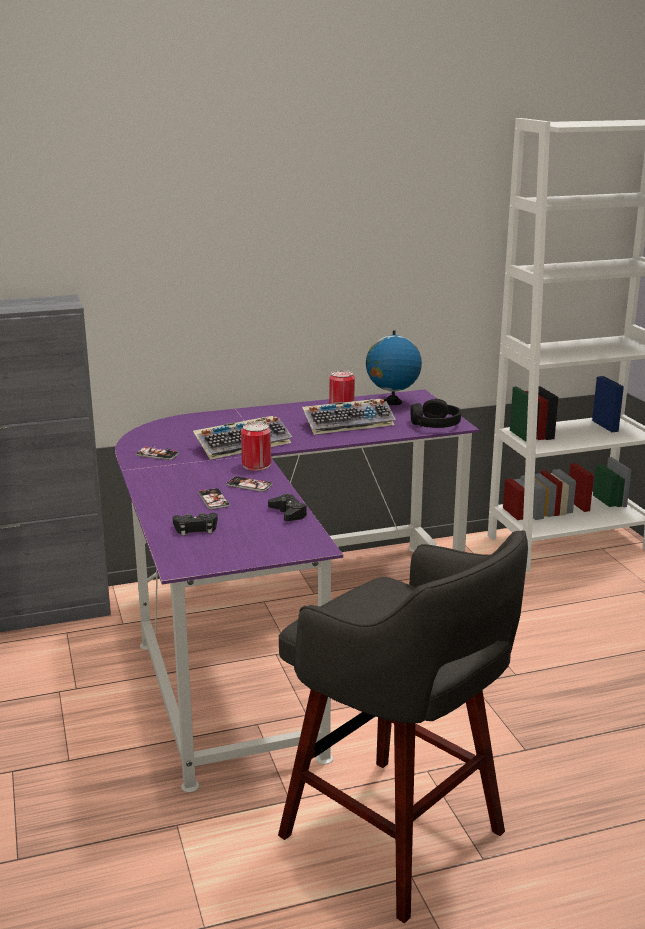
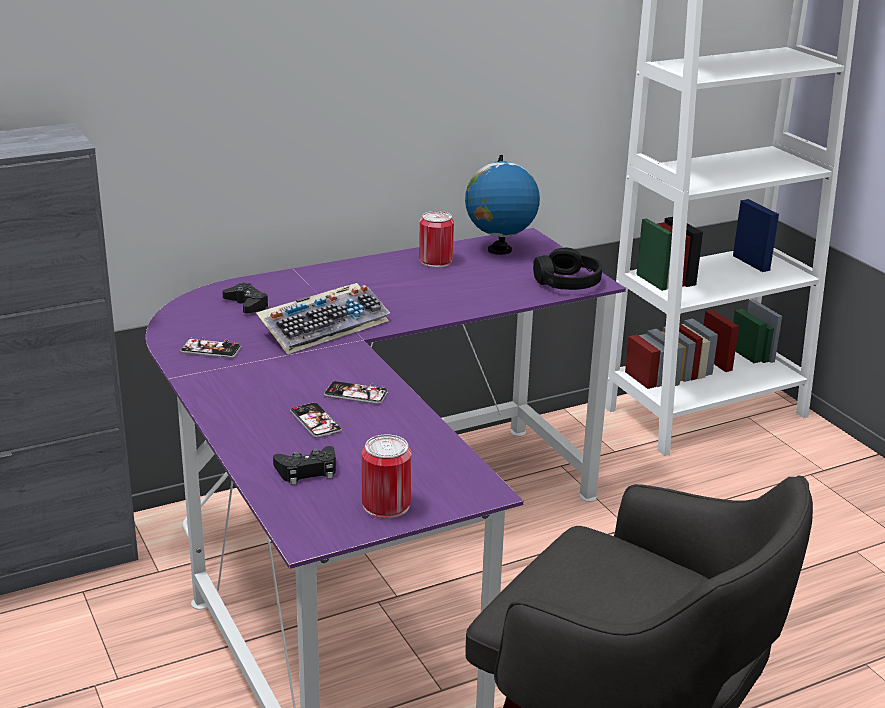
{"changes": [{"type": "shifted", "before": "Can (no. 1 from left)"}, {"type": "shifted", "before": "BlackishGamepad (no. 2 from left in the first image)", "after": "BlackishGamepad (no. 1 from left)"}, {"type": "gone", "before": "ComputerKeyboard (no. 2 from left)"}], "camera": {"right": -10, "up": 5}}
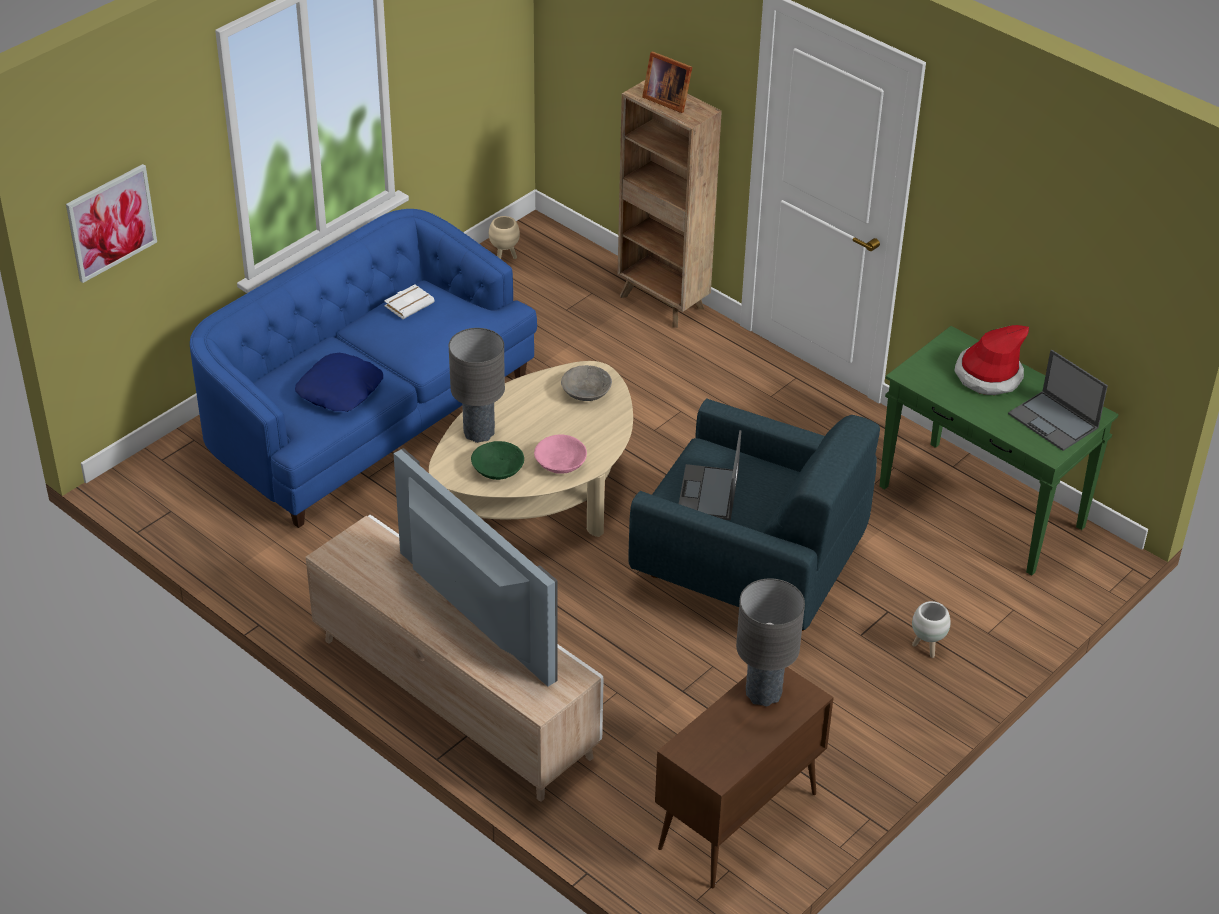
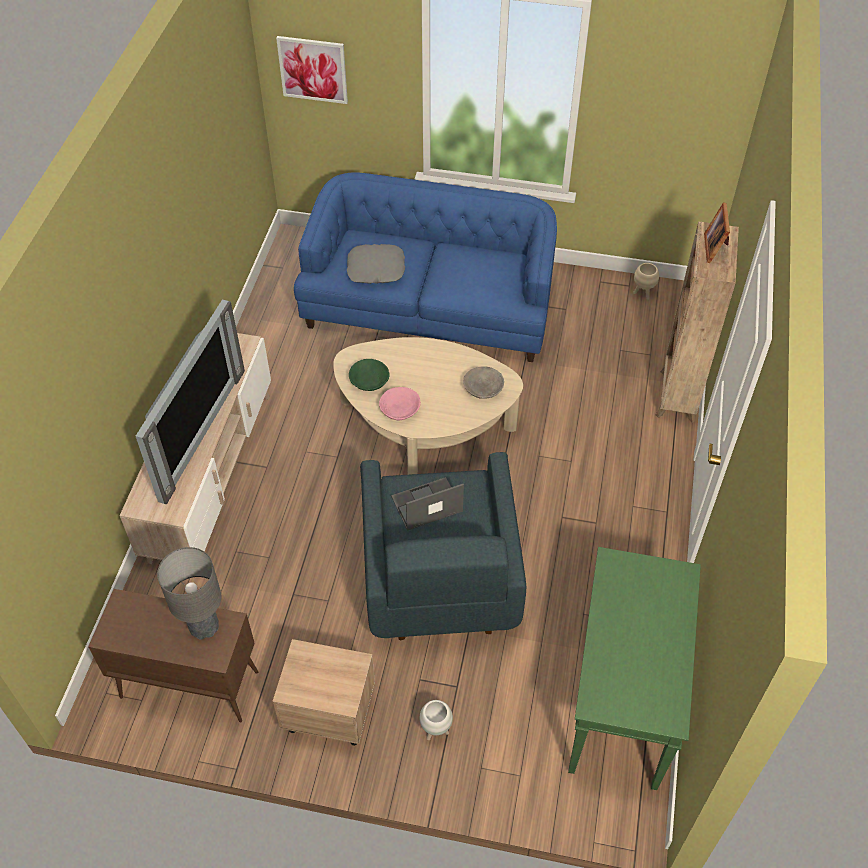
{"changes": [{"type": "repainted", "before": "BlueColouredPillow", "after": "GreyPillow"}, {"type": "gone", "before": "WhiteColouredBoundBook"}, {"type": "gone", "before": "GreyTabletopLamp (no. 1 from left)"}, {"type": "gone", "before": "ClothingHat"}, {"type": "gone", "before": "NotebookComputer (no. 2 from left)"}, {"type": "new", "after": "BeigeColouredNightstand"}], "camera": {"right": 60, "up": 10}}
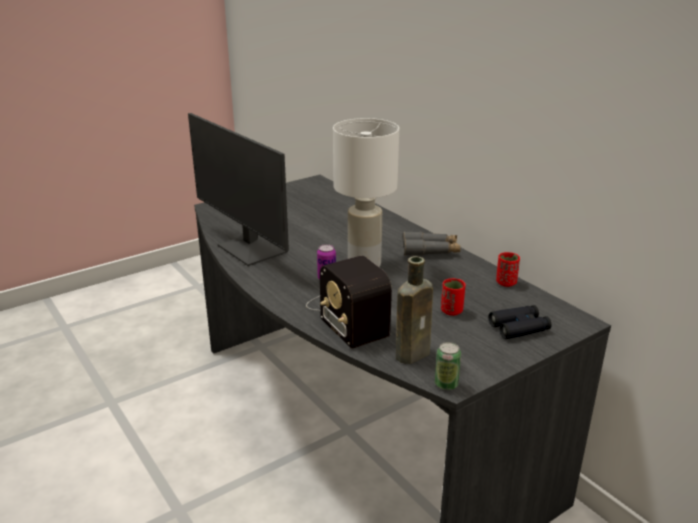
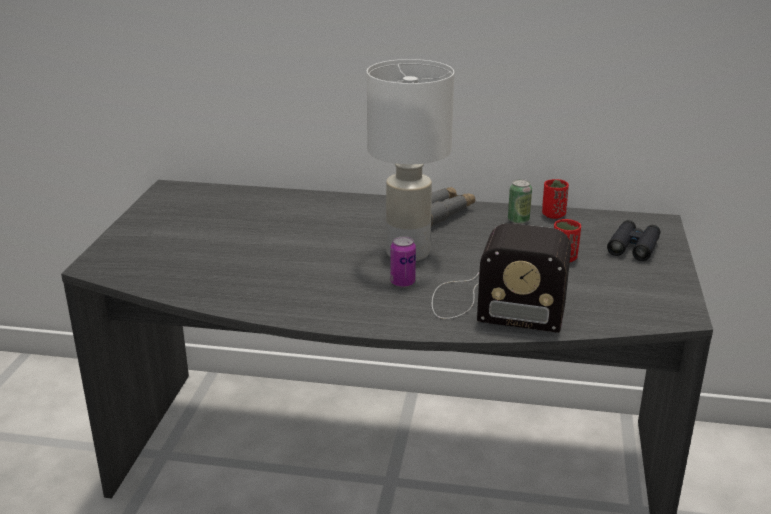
{"changes": [{"type": "gone", "before": "Monitor"}, {"type": "gone", "before": "BrownDrinkBottle"}, {"type": "shifted", "before": "Can (no. 2 from left)"}], "camera": {"right": -45, "up": 0}}
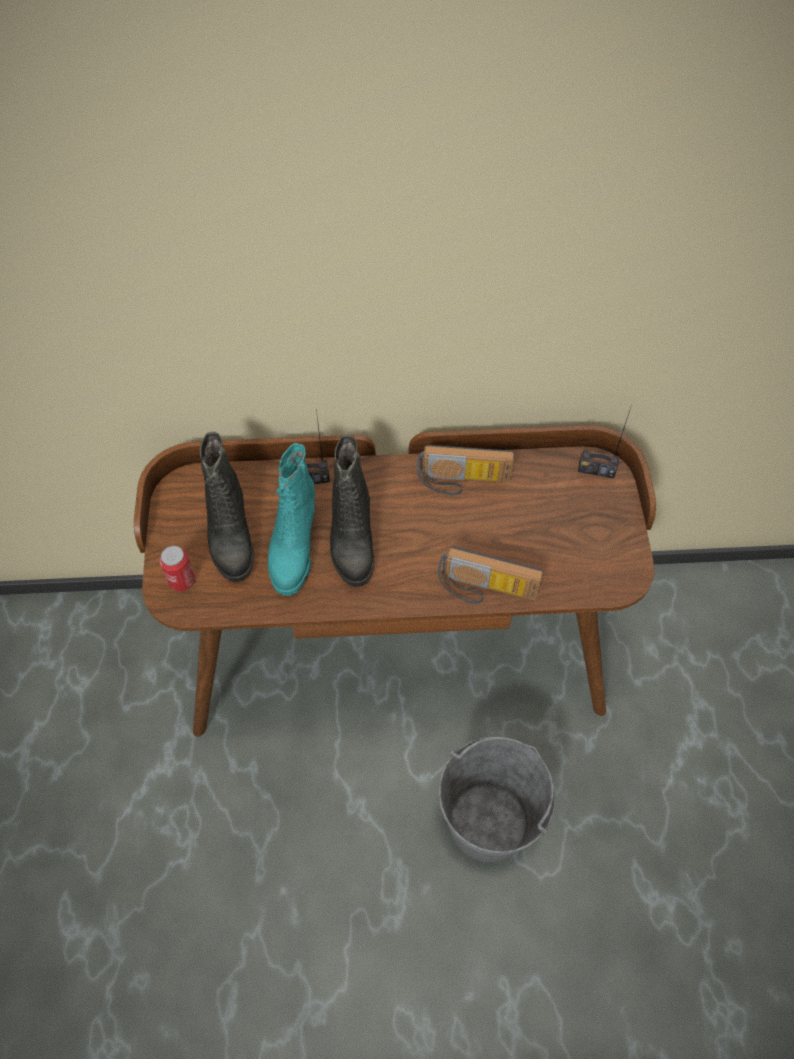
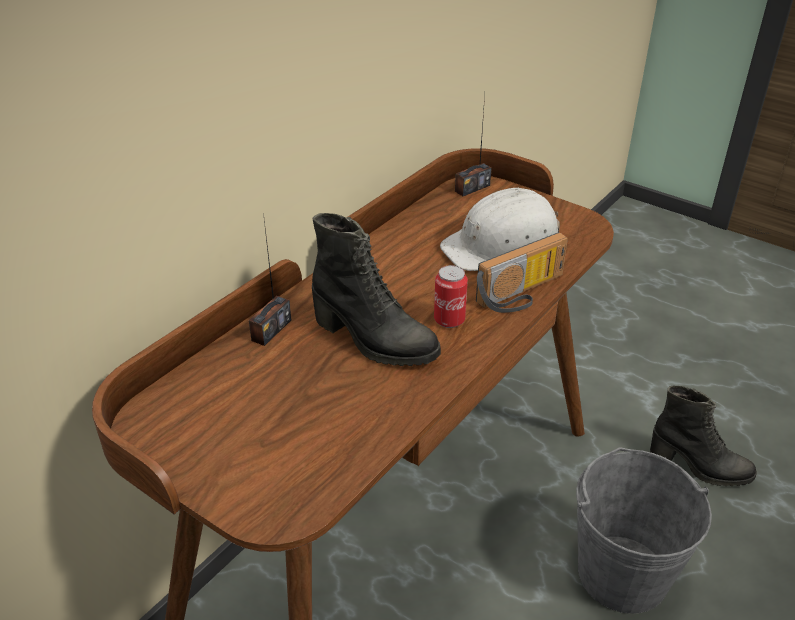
{"changes": [{"type": "shifted", "before": "Can"}, {"type": "shifted", "before": "BlackishHighTopBoot (no. 1 from left in the first image)", "after": "BlackishHighTopBoot (no. 2 from left)"}, {"type": "gone", "before": "TurquoiseColouredHighTopBoot"}, {"type": "gone", "before": "RadioSet (no. 2 from left)"}, {"type": "new", "after": "WhiteColouredWorkHelmet"}], "camera": {"right": -50, "up": -20}}
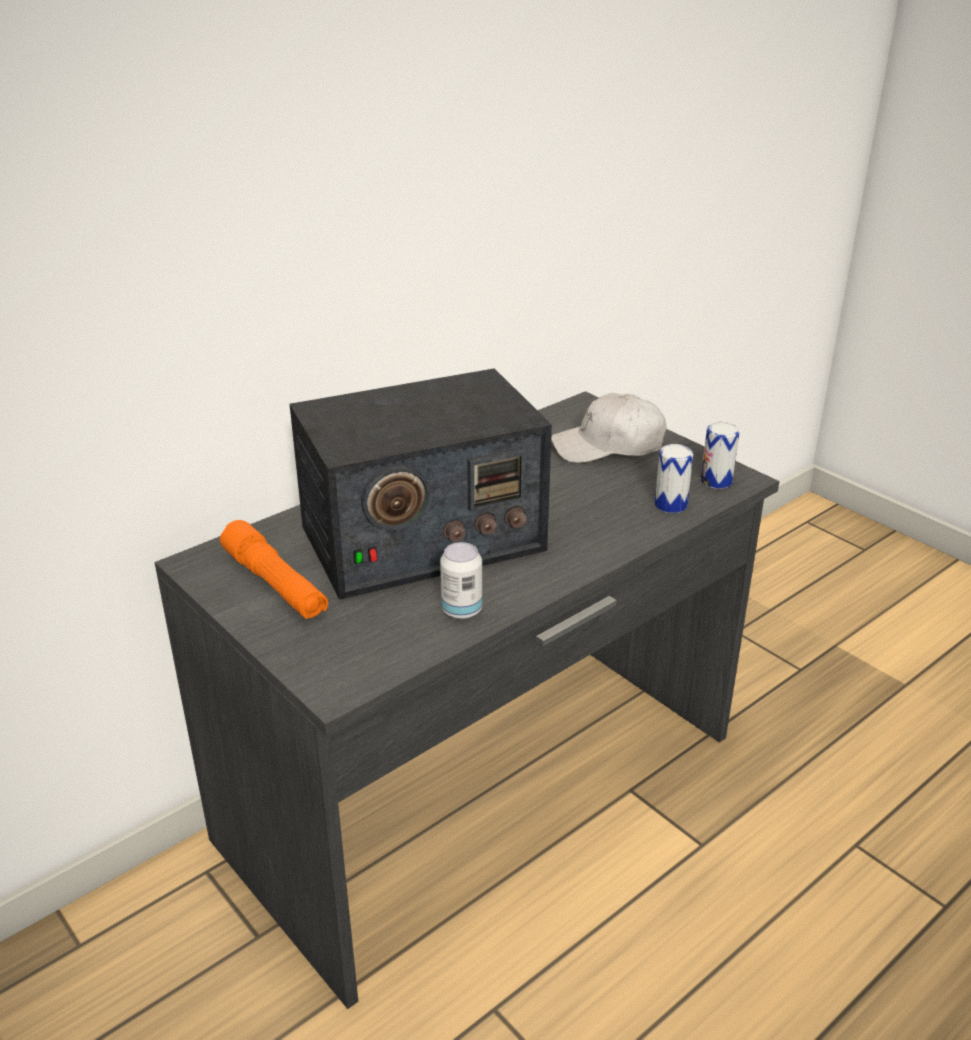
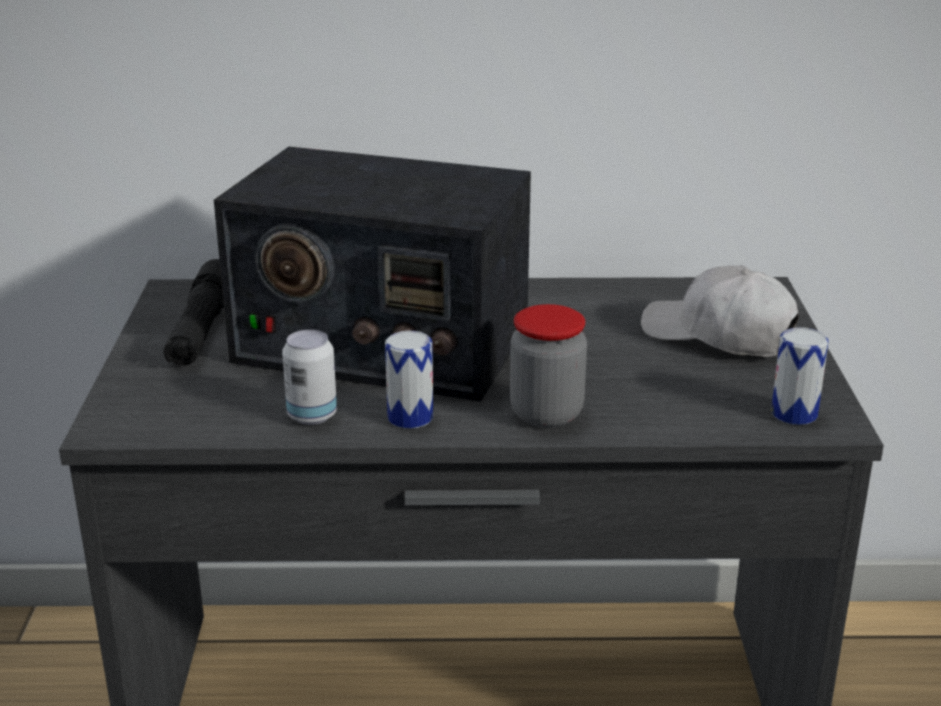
{"changes": [{"type": "repainted", "before": "OrangeColouredFlashlight", "after": "BlackishFlashlight"}, {"type": "shifted", "before": "Can (no. 2 from left)"}, {"type": "new", "after": "StorageJar"}], "camera": {"right": 40, "up": -5}}
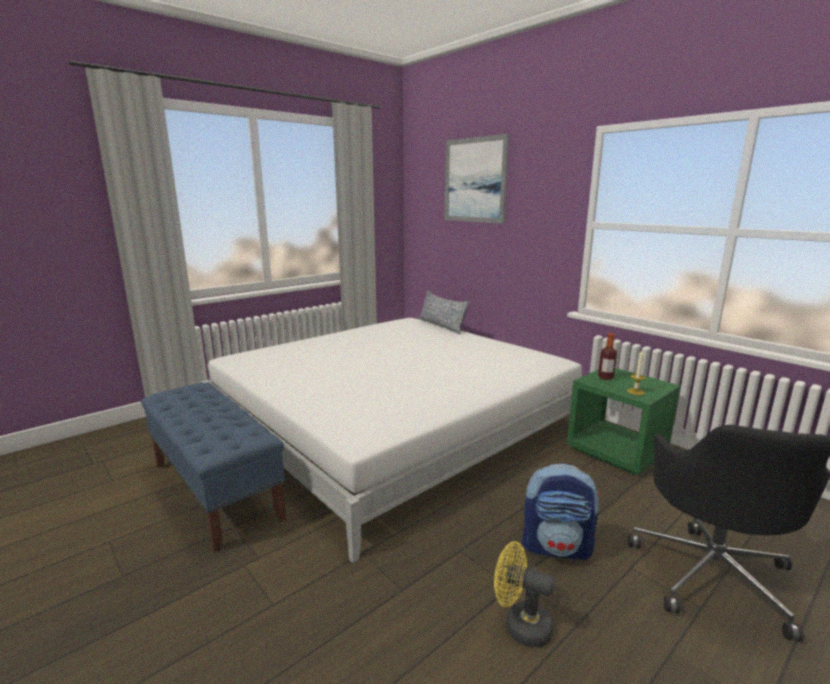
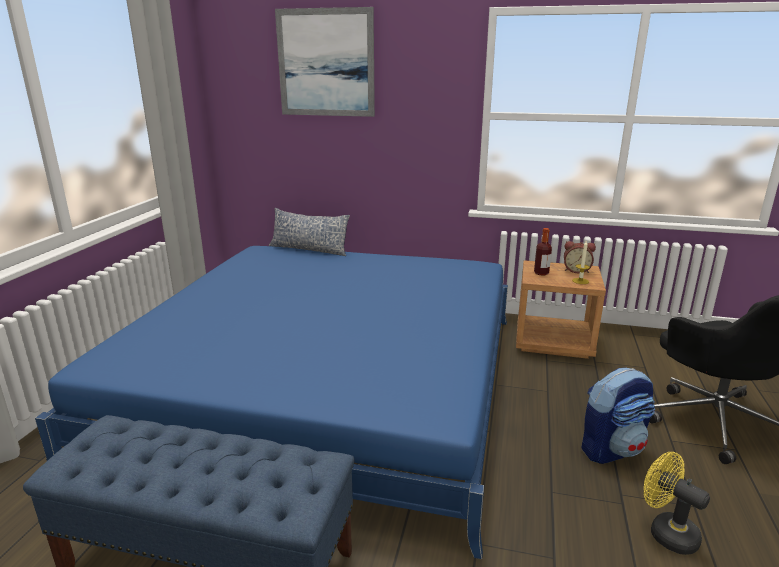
{"changes": [{"type": "repainted", "before": "WhiteColouredBed", "after": "BlueColouredBed"}, {"type": "rotated", "before": "YellowishFan", "turn": 60}, {"type": "repainted", "before": "GreenColouredNightstand", "after": "BrownNightstand"}, {"type": "new", "after": "BedsideClock"}], "camera": {"right": -35, "up": 5}}
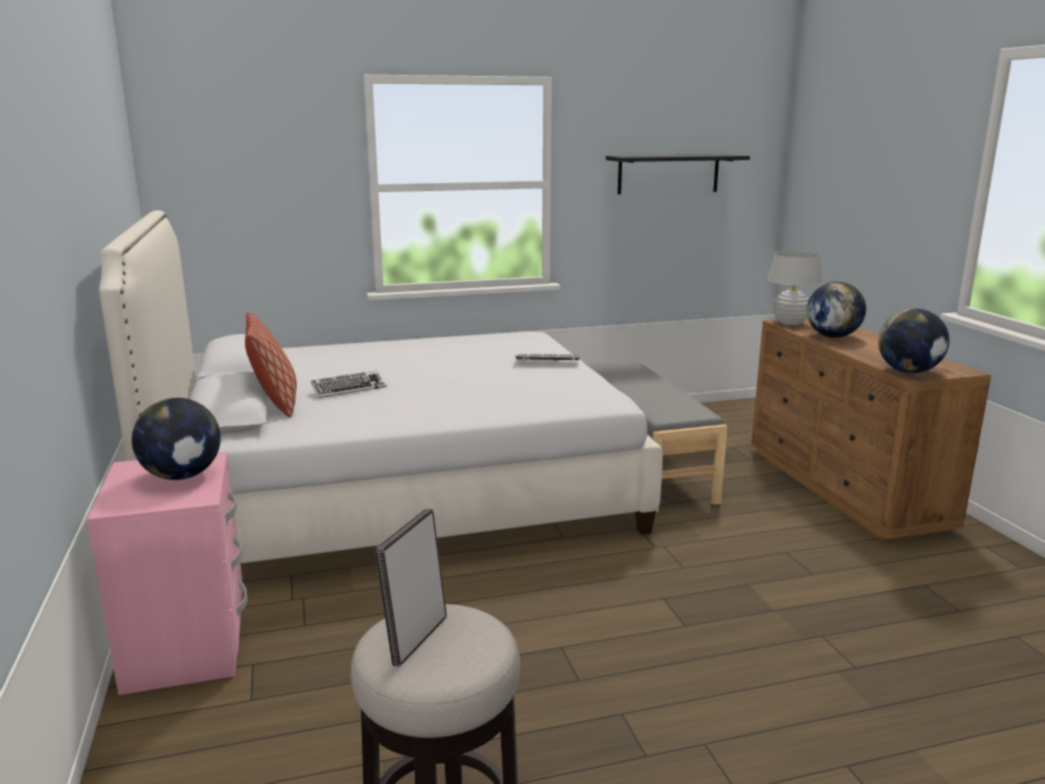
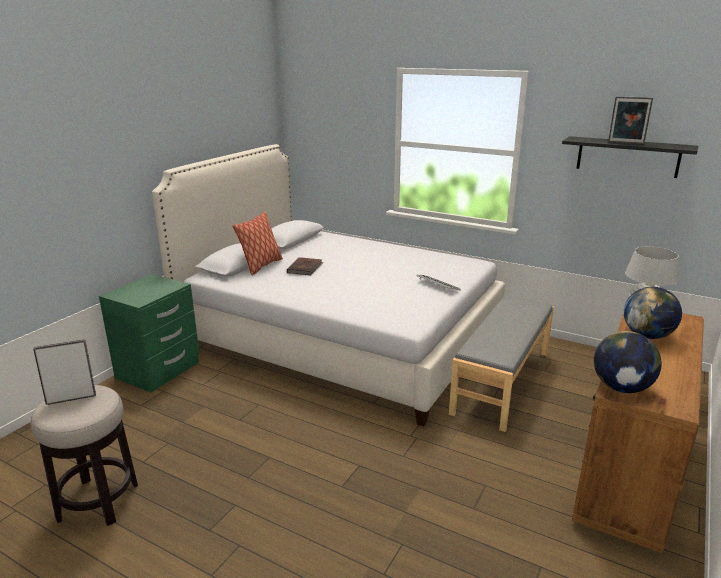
{"changes": [{"type": "repainted", "before": "PinkishNightstand", "after": "GreenColouredNightstand"}, {"type": "gone", "before": "Globe (no. 1 from left)"}, {"type": "swapped", "before": "ComputerKeyboard (no. 1 from left)", "after": "BrownBoundBook"}, {"type": "new", "after": "PictureFrame (no. 2 from left)"}], "camera": {"right": 45, "up": 5}}
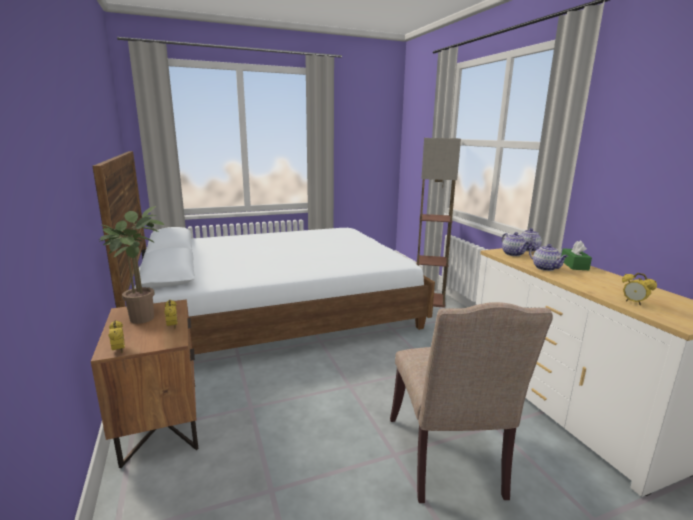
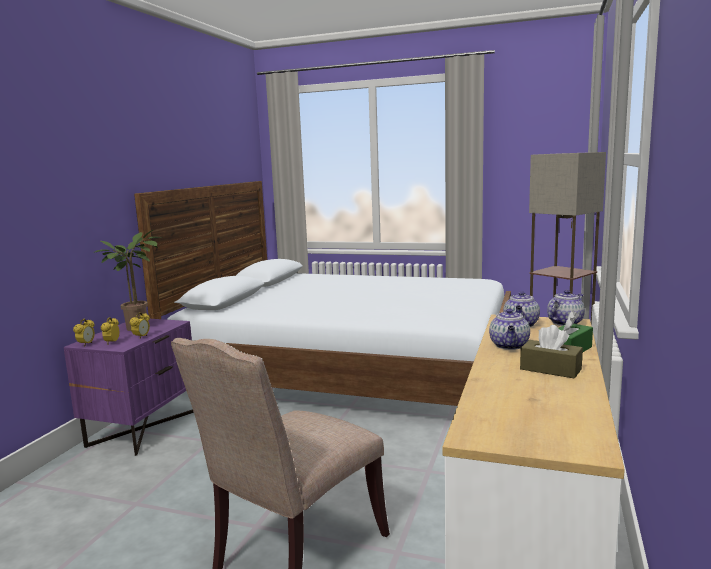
{"changes": [{"type": "repainted", "before": "BrownNightstand", "after": "PurpleNightstand"}, {"type": "shifted", "before": "BedsideClock (no. 3 from left in the first image)", "after": "BedsideClock (no. 2 from left)"}, {"type": "new", "after": "BrownTissueHolder"}], "camera": {"right": 40, "up": -5}}
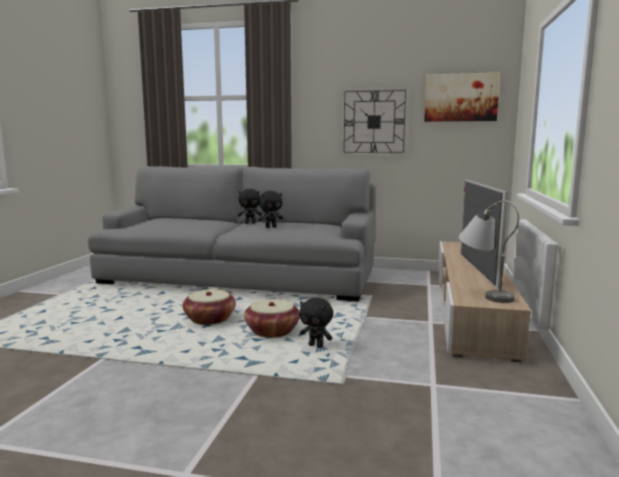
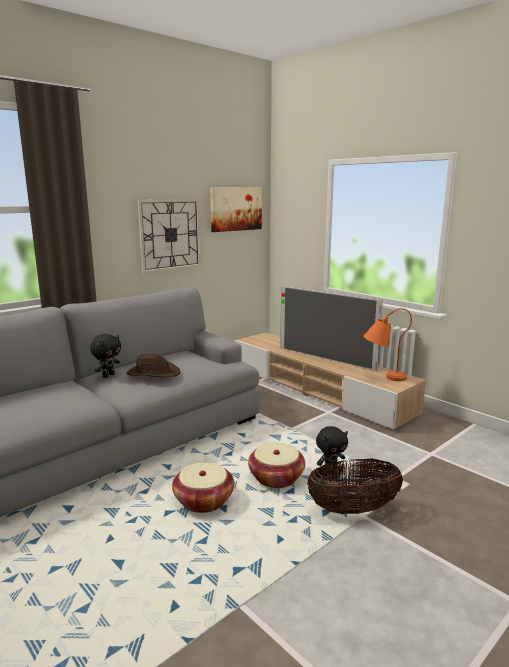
{"changes": [{"type": "swapped", "before": "BlackishCuddlyToy (no. 2 from left)", "after": "BrownClothingHat"}, {"type": "repainted", "before": "GreyTabletopLamp", "after": "OrangeColouredTabletopLamp"}, {"type": "new", "after": "StorageBasket (no. 3 from left)"}], "camera": {"right": -55, "up": 5}}
